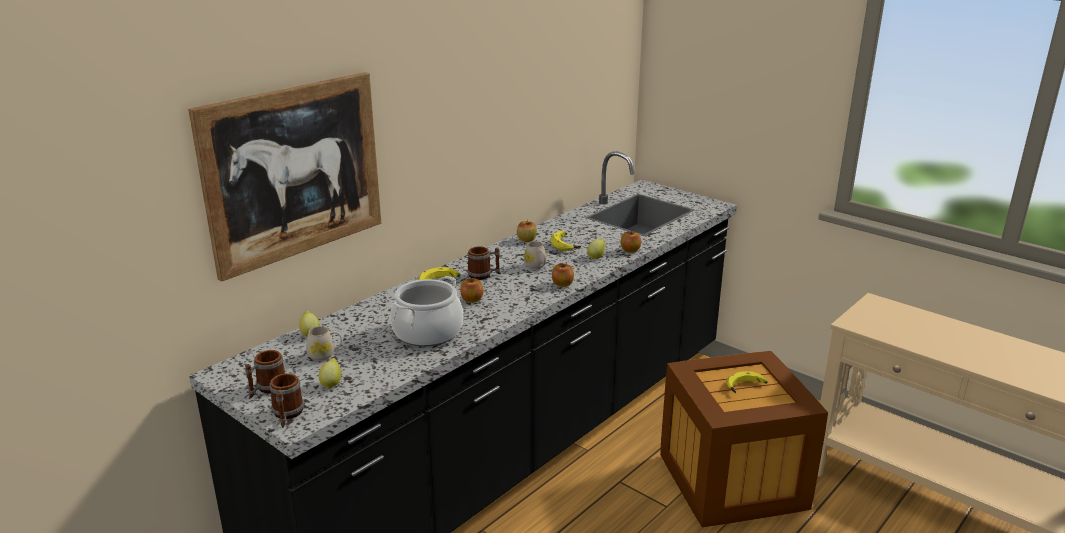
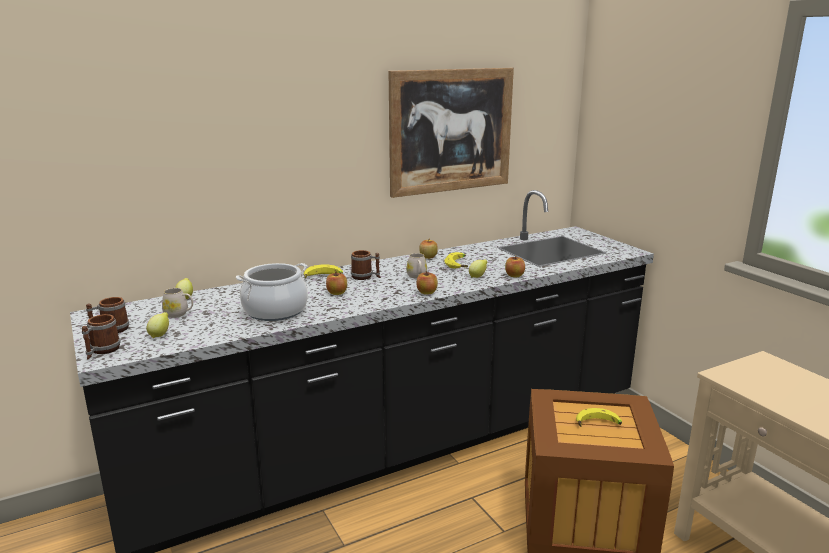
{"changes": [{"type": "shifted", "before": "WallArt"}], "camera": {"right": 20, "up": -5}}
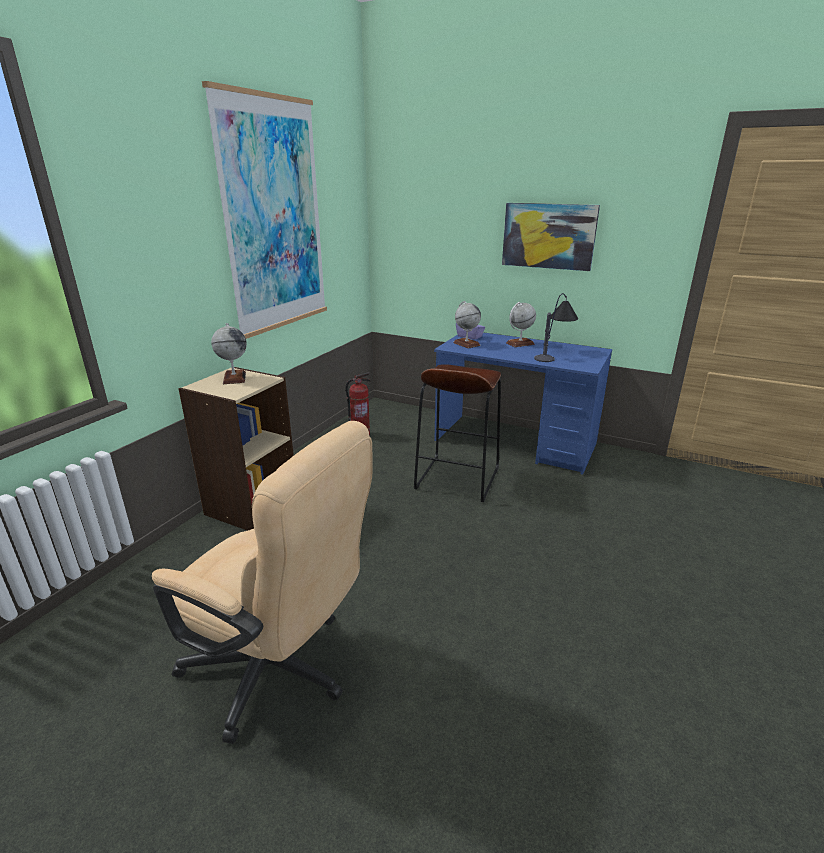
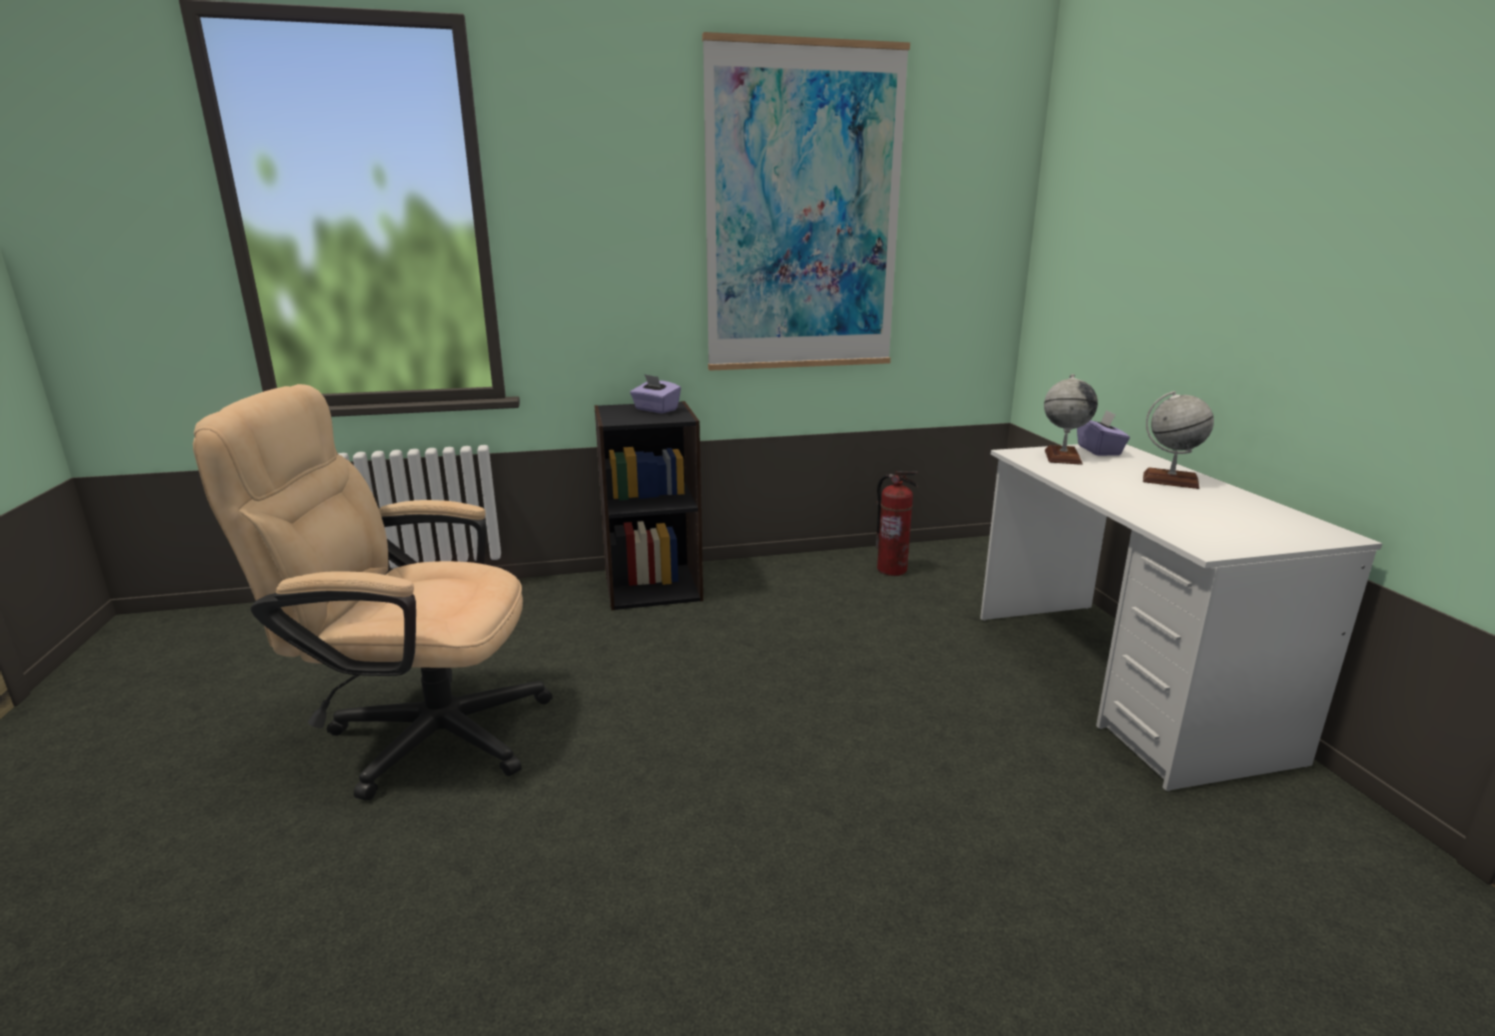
{"changes": [{"type": "rotated", "before": "BeigeColouredComputerChair", "turn": 105}, {"type": "repainted", "before": "BeigeColouredShelvingUnit", "after": "BlackishShelvingUnit"}, {"type": "swapped", "before": "Globe (no. 1 from left)", "after": "PurpleTissueHolder (no. 1 from left)"}, {"type": "gone", "before": "BrownSittingStool"}, {"type": "repainted", "before": "BlueColouredDeskTable", "after": "WhiteColouredDeskTable"}, {"type": "gone", "before": "WallArt (no. 2 from left)"}, {"type": "gone", "before": "TabletopLamp"}], "camera": {"right": 50, "up": -5}}
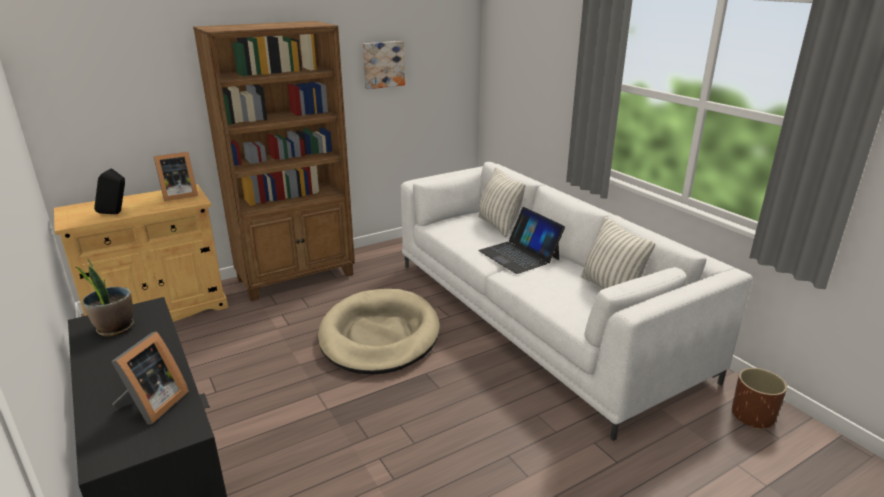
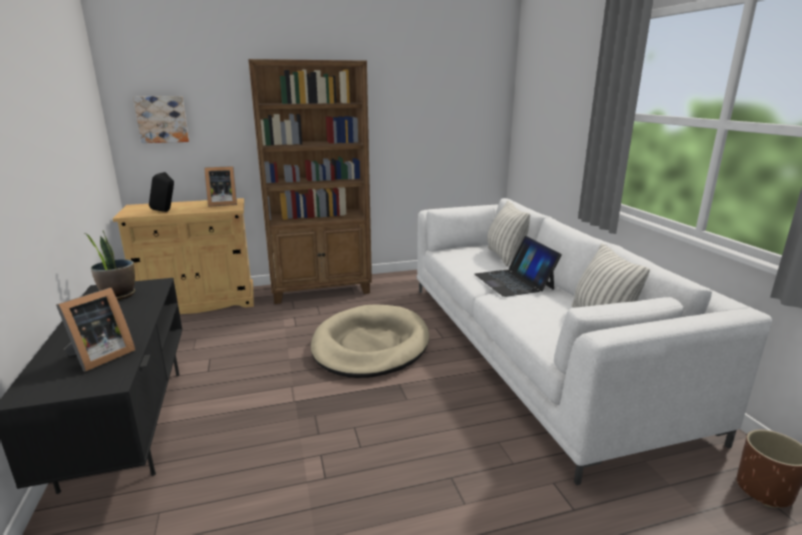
{"changes": [{"type": "shifted", "before": "WallArt"}], "camera": {"right": 15, "up": -5}}
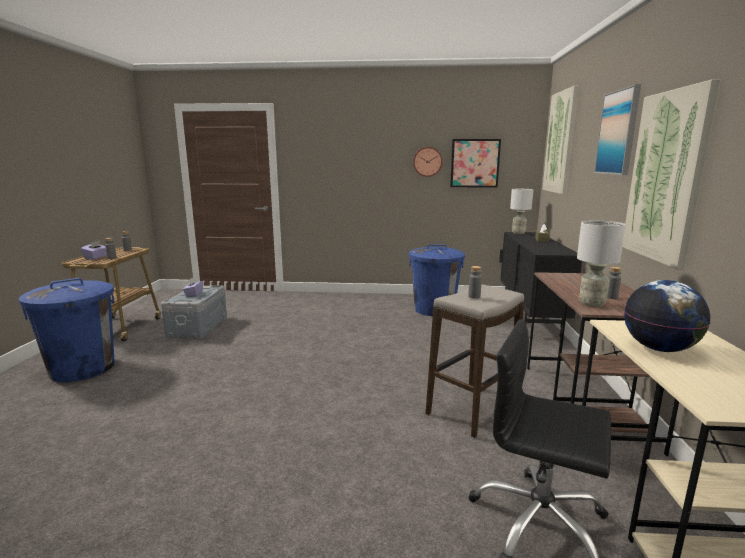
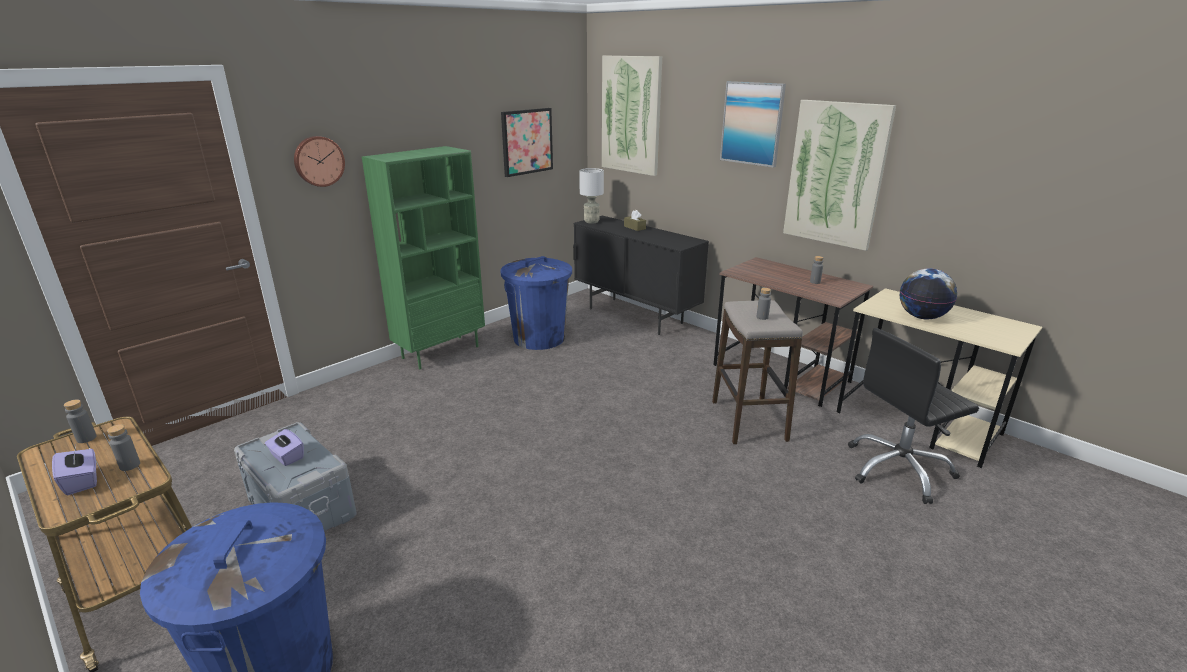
{"changes": [{"type": "shifted", "before": "ClockOnTheWall"}, {"type": "gone", "before": "GreyTabletopLamp (no. 2 from left)"}, {"type": "new", "after": "GreenColouredShelvingUnit"}], "camera": {"right": -50, "up": 10}}
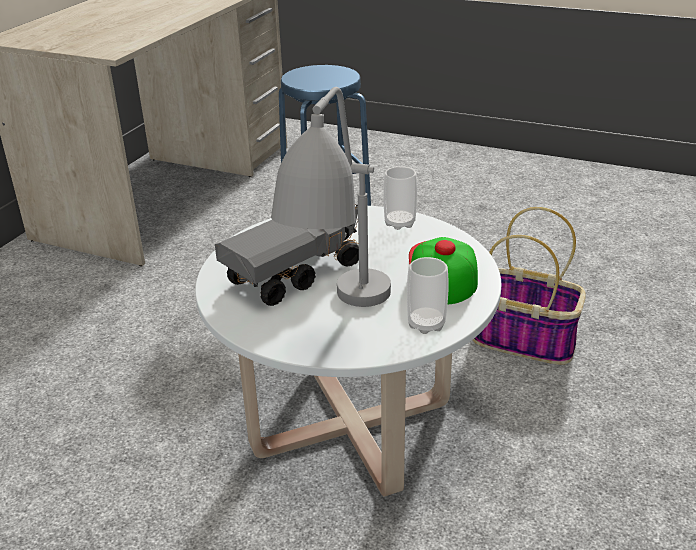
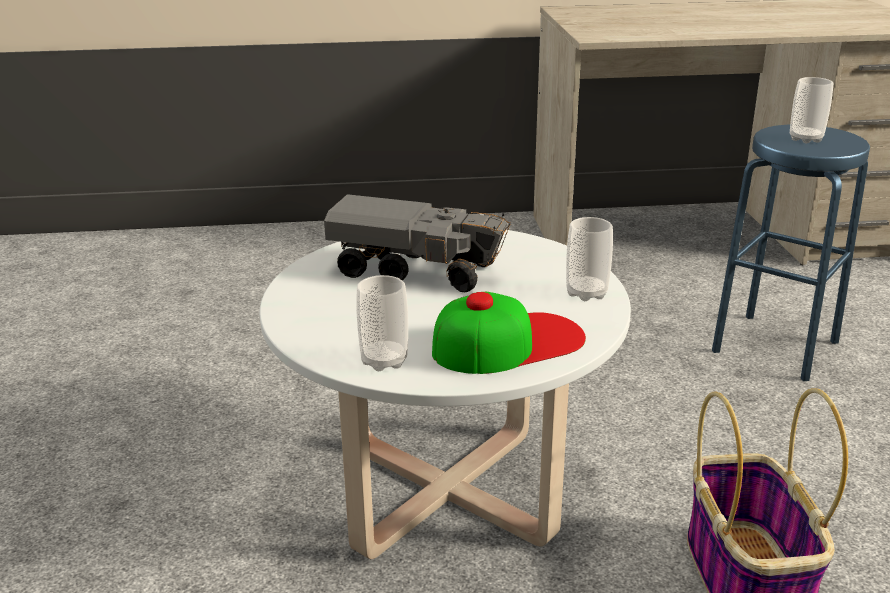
{"changes": [{"type": "gone", "before": "GreyTabletopLamp"}, {"type": "new", "after": "DrinkingCup (no. 3 from left)"}], "camera": {"right": 60, "up": -5}}
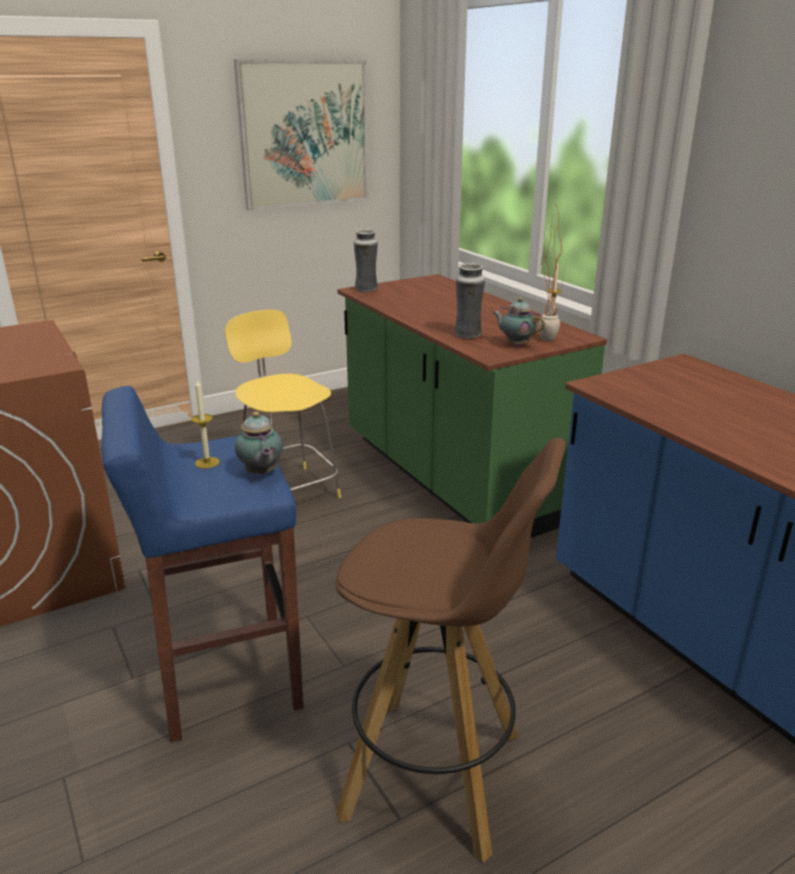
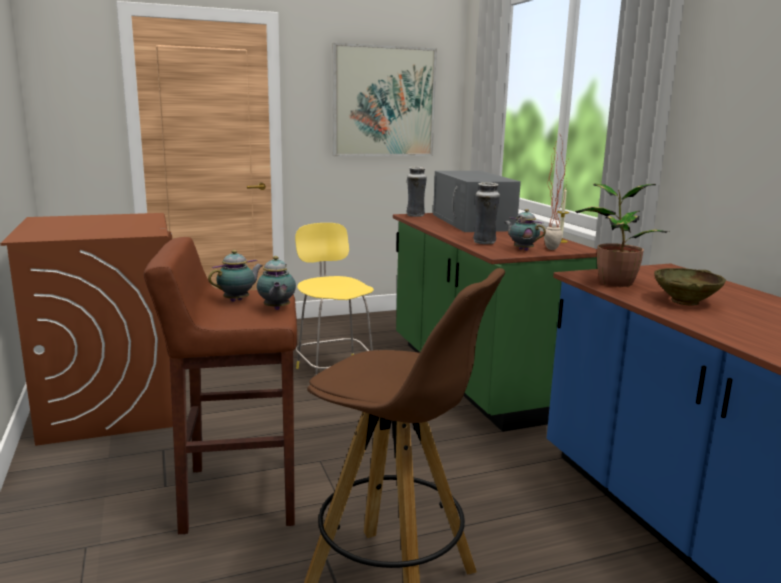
{"changes": [{"type": "repainted", "before": "BlueColouredSittingStool", "after": "BrownSittingStool (no. 1 from left)"}, {"type": "swapped", "before": "Candle (no. 1 from left)", "after": "PotForTea (no. 1 from left)"}, {"type": "new", "after": "GreyMicrowaveOven"}, {"type": "new", "after": "Houseplant (no. 2 from left)"}, {"type": "new", "after": "BeigeColouredDeepDish"}], "camera": {"right": 10, "up": -10}}
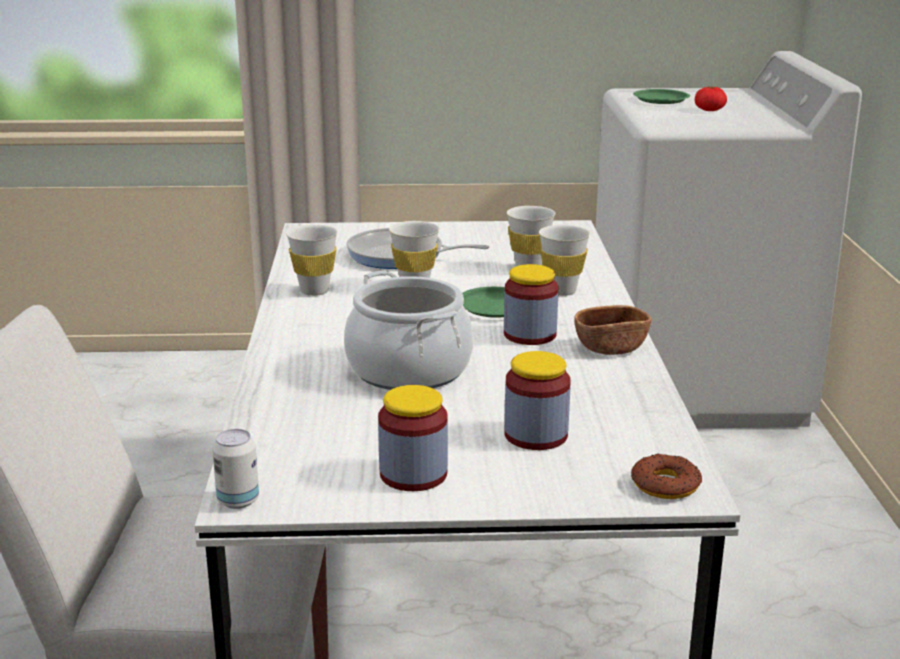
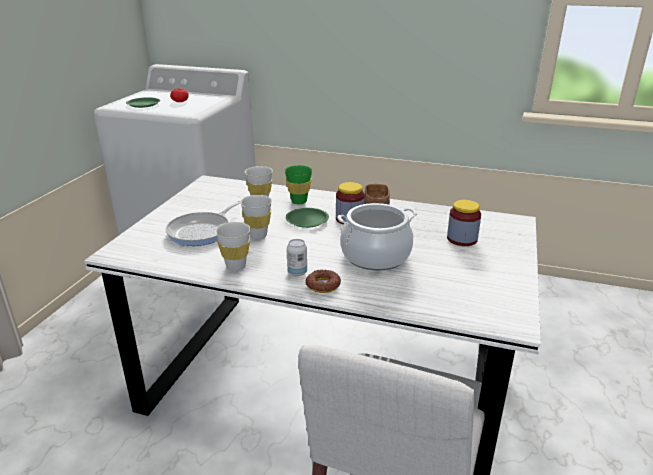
{"changes": [{"type": "shifted", "before": "Can"}, {"type": "gone", "before": "StorageJar (no. 1 from left)"}, {"type": "repainted", "before": "WhiteColouredDrinkingCup (no. 4 from left)", "after": "GreenColouredDrinkingCup"}, {"type": "shifted", "before": "RingDoughnut"}], "camera": {"right": -70, "up": 5}}
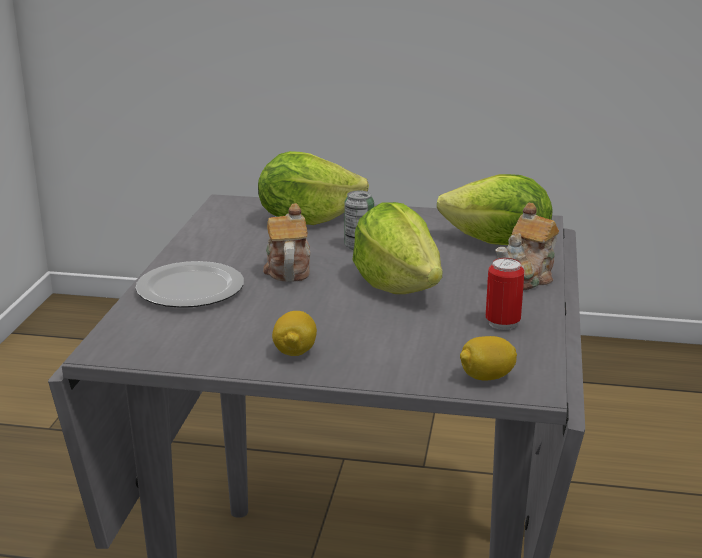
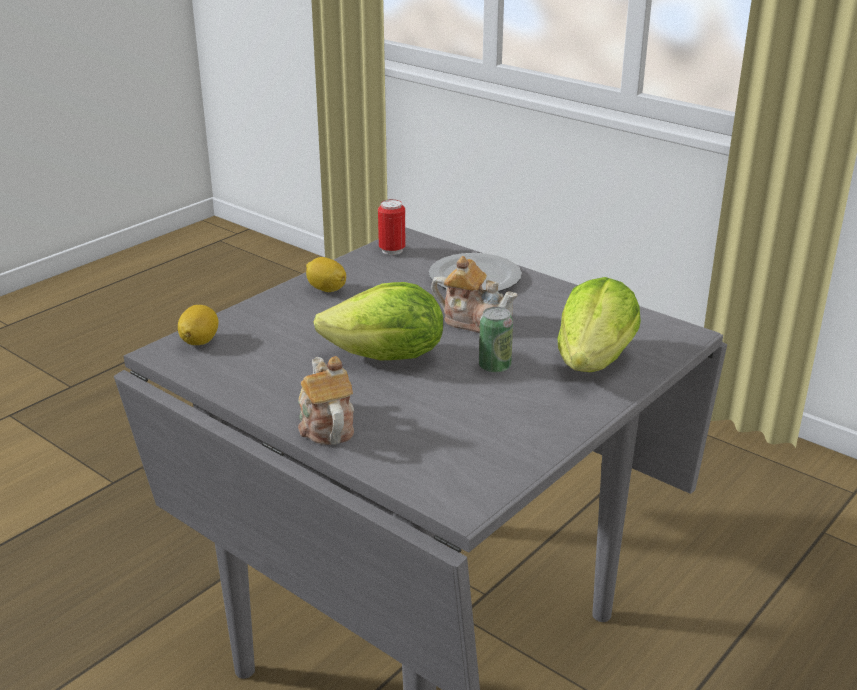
{"changes": [{"type": "gone", "before": "Lettuce (no. 3 from left)"}, {"type": "shifted", "before": "Can (no. 2 from left in the first image)", "after": "Can (no. 1 from left)"}], "camera": {"right": 120, "up": 5}}
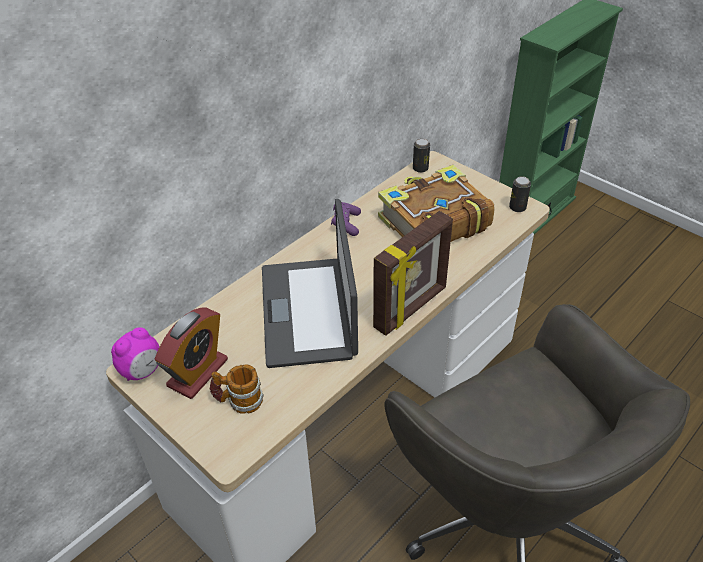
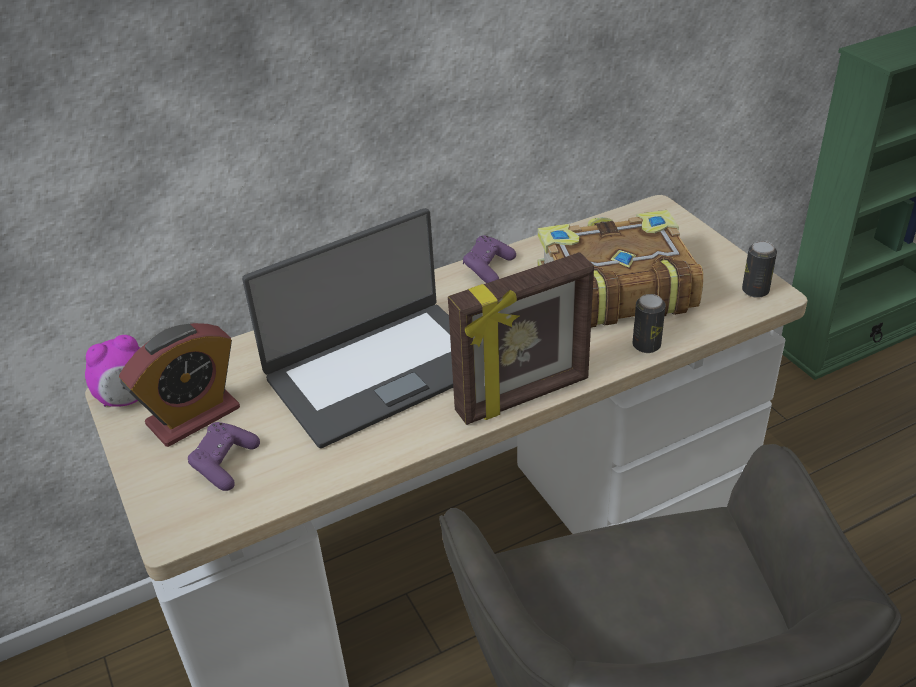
{"changes": [{"type": "swapped", "before": "TeaMug", "after": "PurpleGamepad (no. 1 from left)"}, {"type": "rotated", "before": "NotebookComputer", "turn": -135}, {"type": "shifted", "before": "Can (no. 1 from left)"}], "camera": {"right": 20, "up": -5}}
